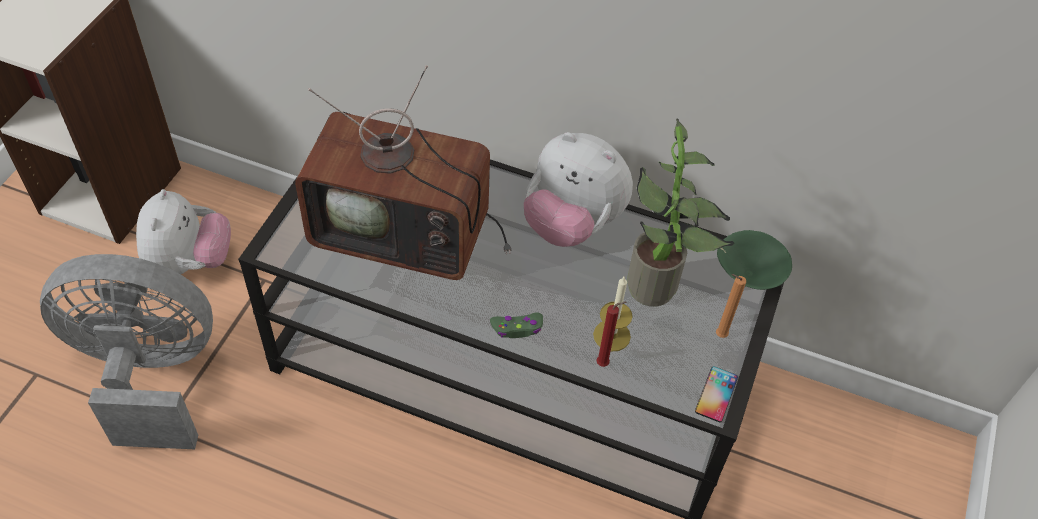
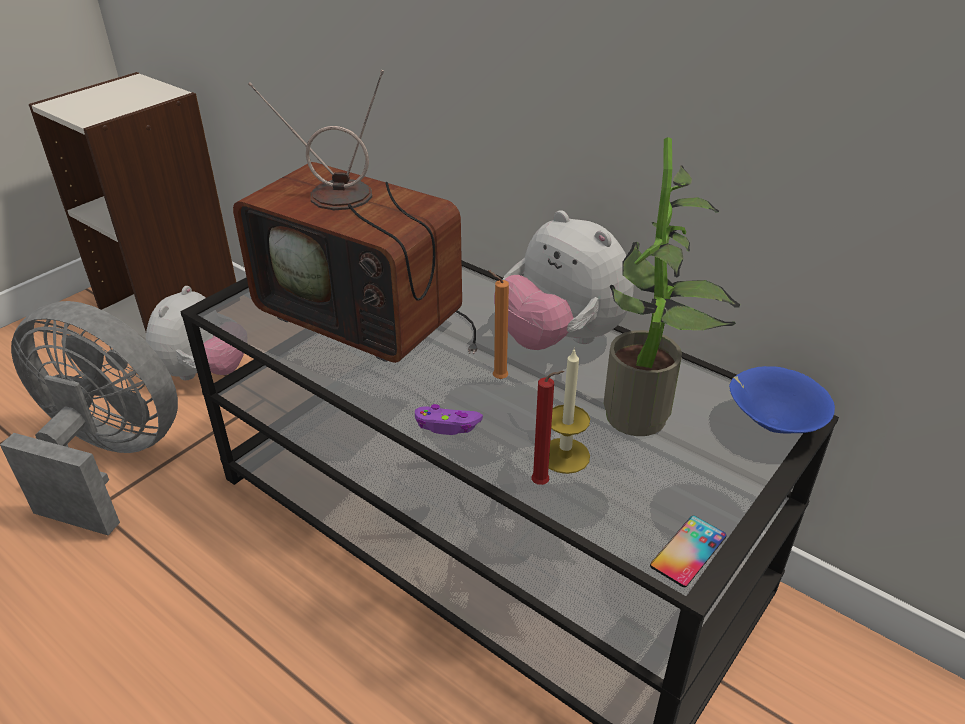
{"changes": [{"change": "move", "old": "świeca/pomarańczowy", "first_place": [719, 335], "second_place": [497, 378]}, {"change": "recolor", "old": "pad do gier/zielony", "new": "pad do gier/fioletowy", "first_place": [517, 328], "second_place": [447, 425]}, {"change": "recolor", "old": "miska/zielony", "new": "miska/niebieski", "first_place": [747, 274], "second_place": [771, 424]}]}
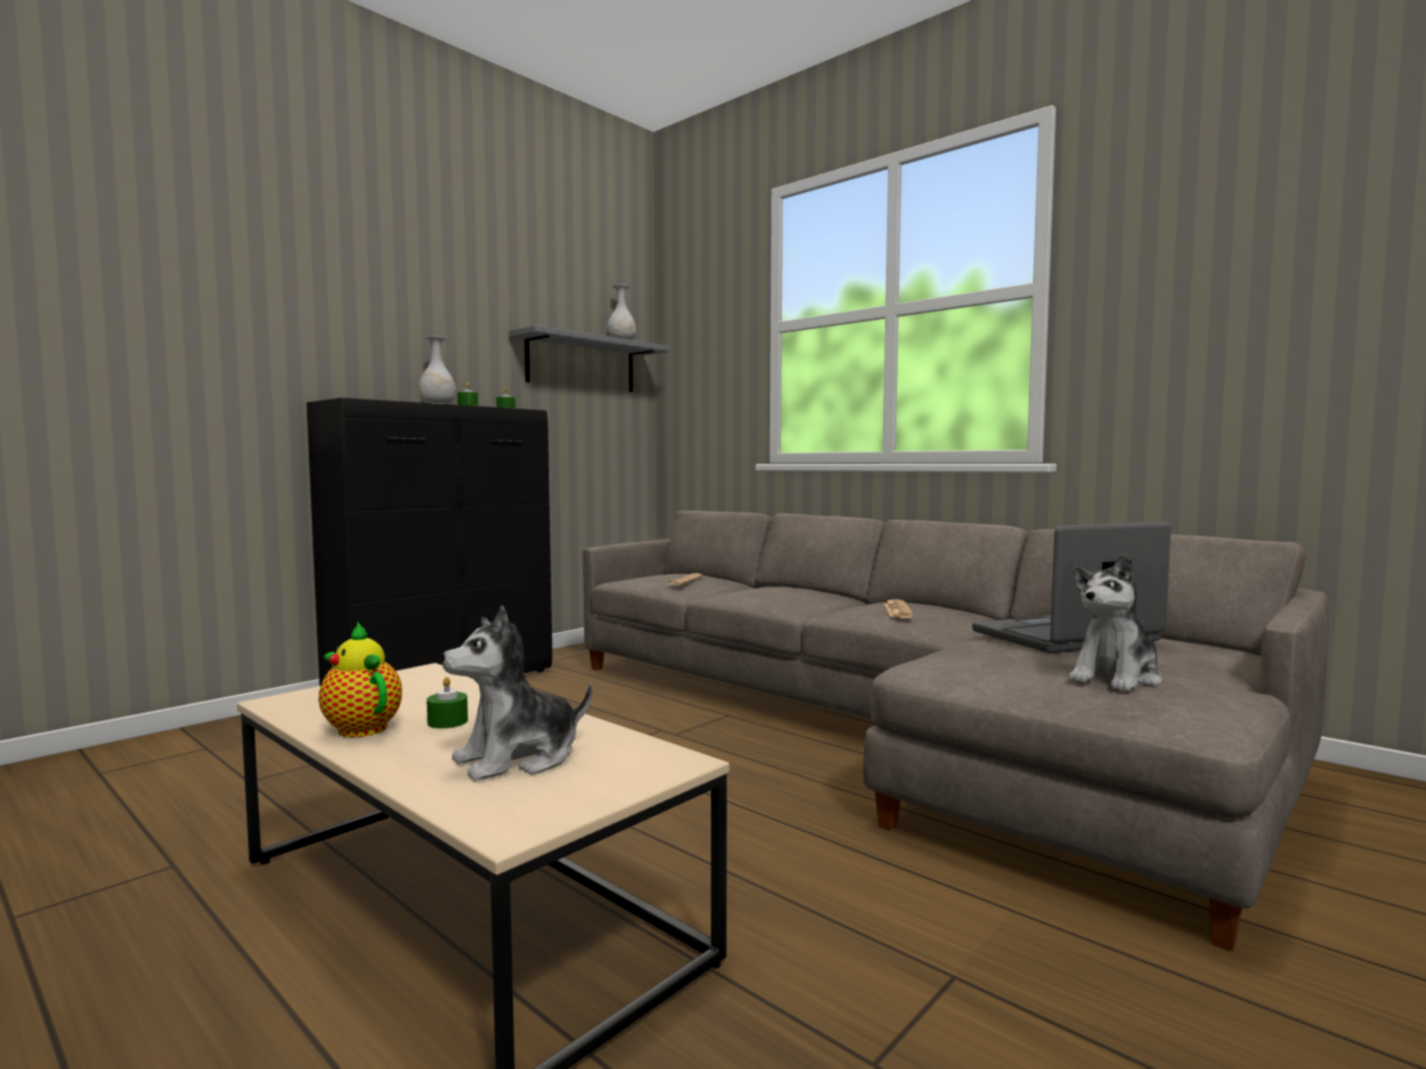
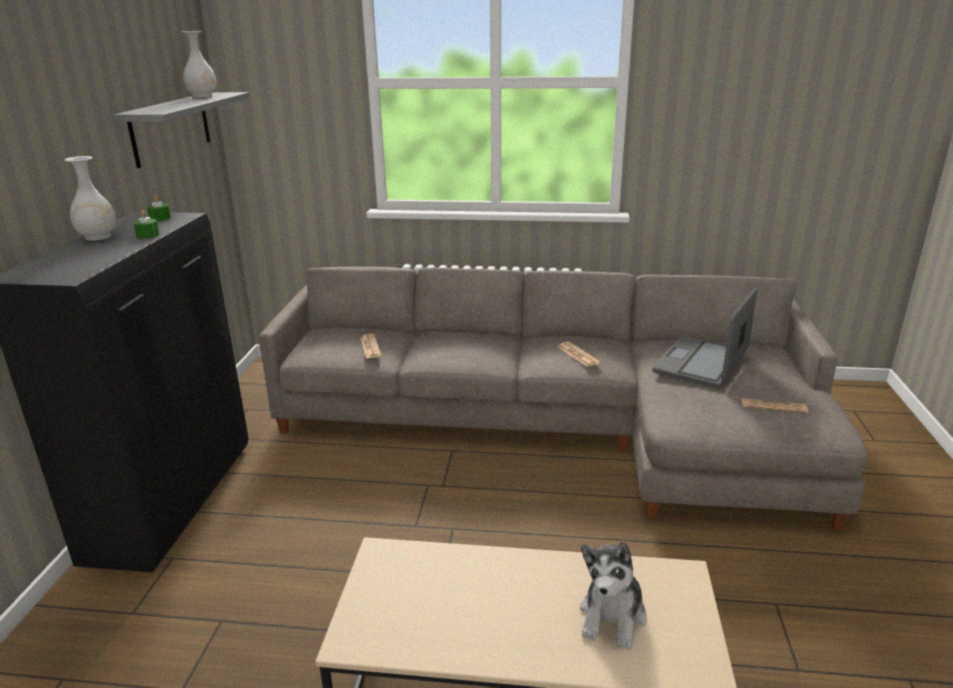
{"changes": [{"change": "delete", "old": "imbryk", "first_place": [360, 728]}, {"change": "delete", "old": "świeca/zielony", "first_place": [447, 722]}, {"change": "replace", "old": "pluszak", "new": "gazeta", "first_place": [1116, 678], "second_place": [774, 406]}]}
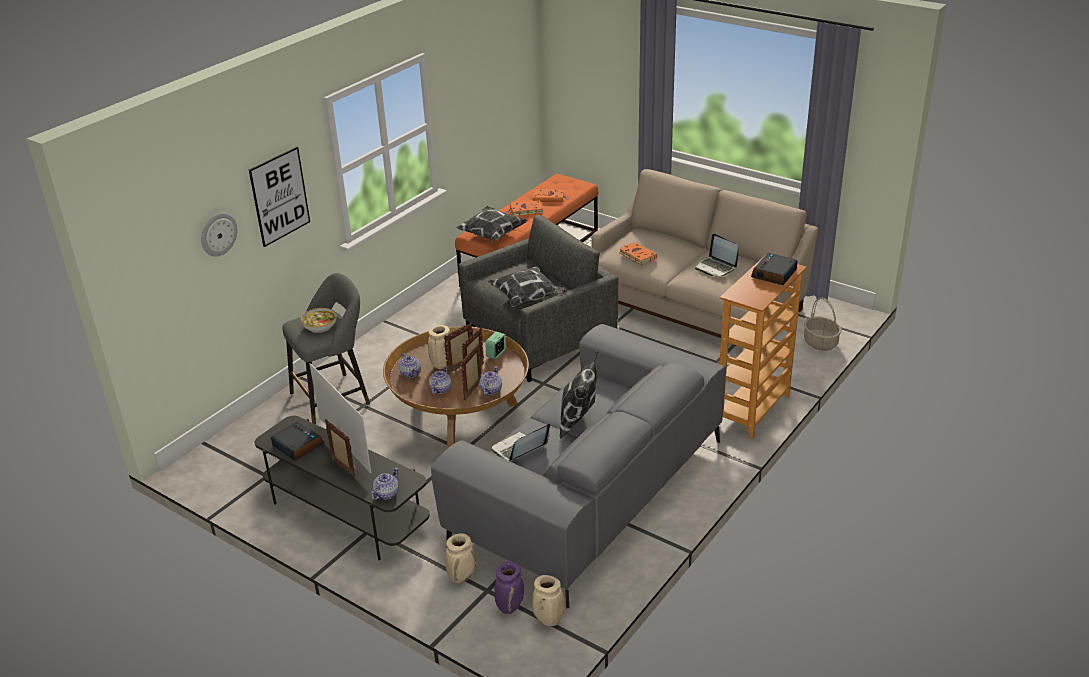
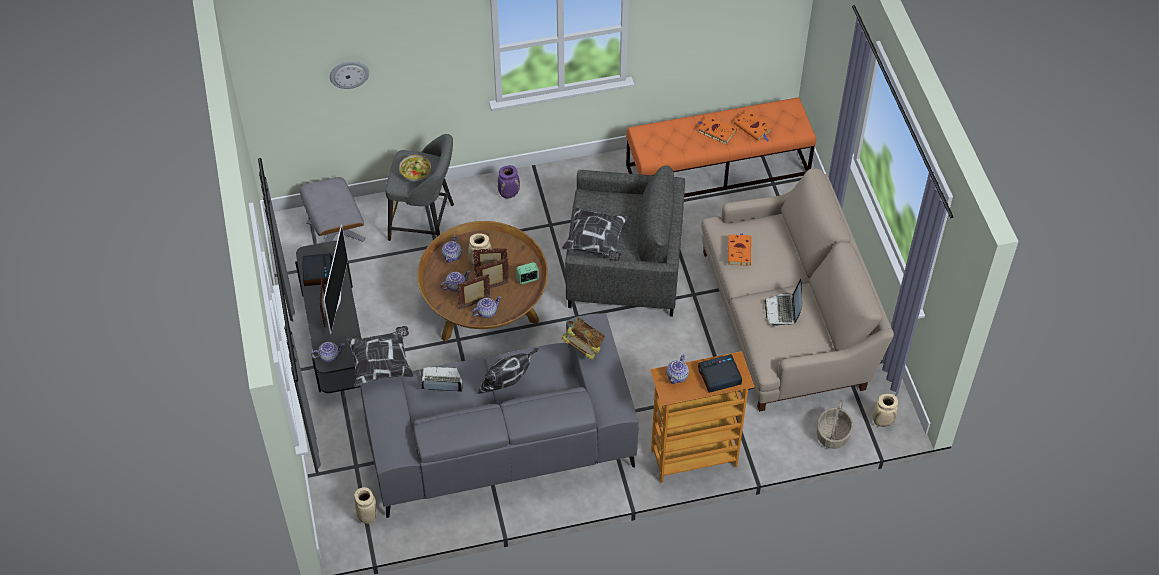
{"changes": [{"change": "delete", "old": "obraz", "first_place": [280, 196]}, {"change": "insert", "new": "pufa/szary", "second_place": [335, 230]}, {"change": "insert", "new": "książka", "second_place": [583, 346]}, {"change": "insert", "new": "imbryk", "second_place": [677, 376]}, {"change": "move", "old": "wazon/beżowy", "first_place": [461, 576], "second_place": [883, 421]}, {"change": "move", "old": "poduszka", "first_place": [492, 234], "second_place": [382, 364]}, {"change": "move", "old": "wazon/fioletowy", "first_place": [510, 606], "second_place": [509, 194]}]}
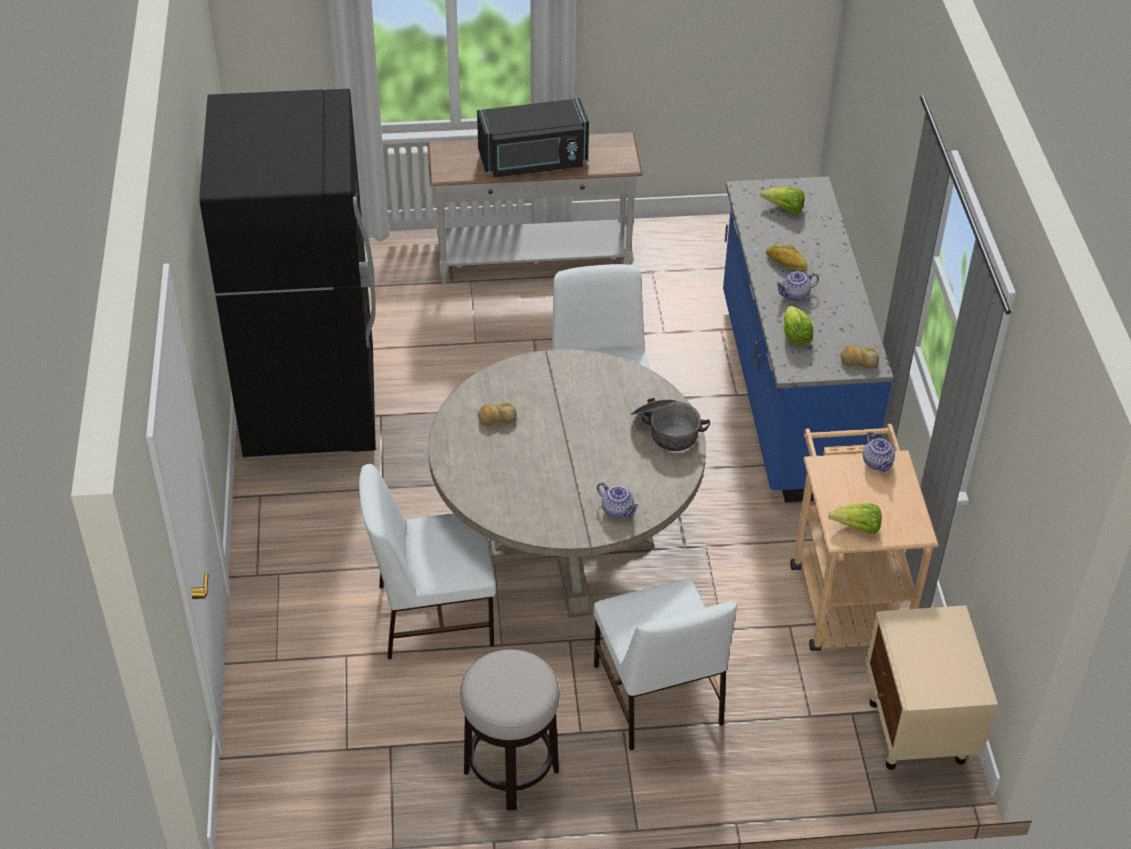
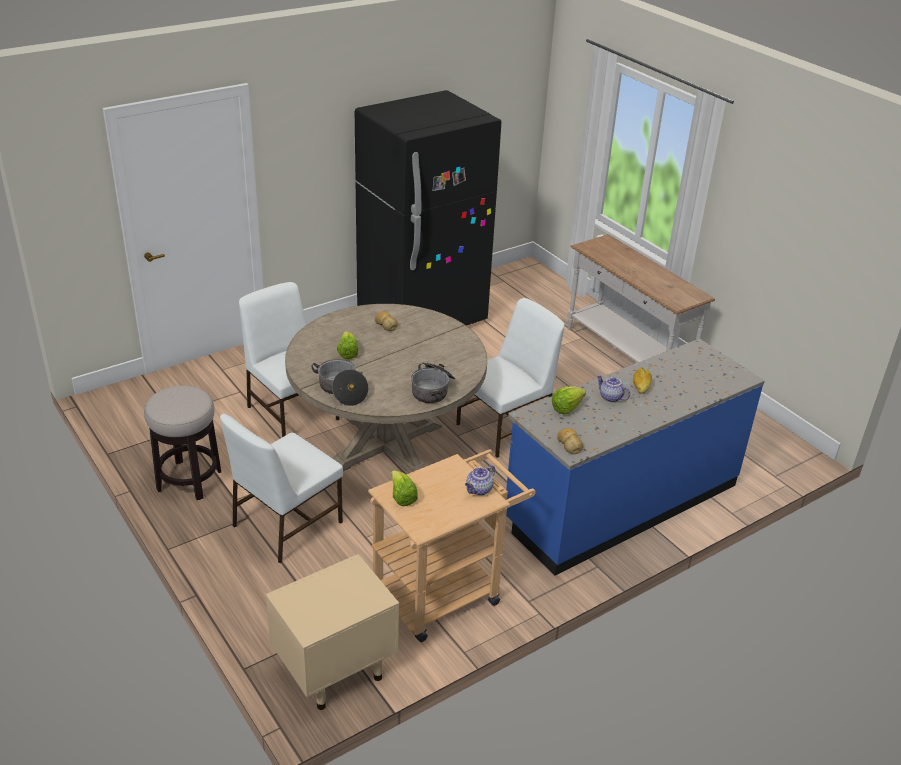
{"changes": [{"change": "delete", "old": "mikrofalówka/czarny", "first_place": [534, 162]}, {"change": "move", "old": "sałata", "first_place": [784, 209], "second_place": [347, 353]}, {"change": "replace", "old": "imbryk", "new": "garnek", "first_place": [618, 510], "second_place": [341, 390]}]}
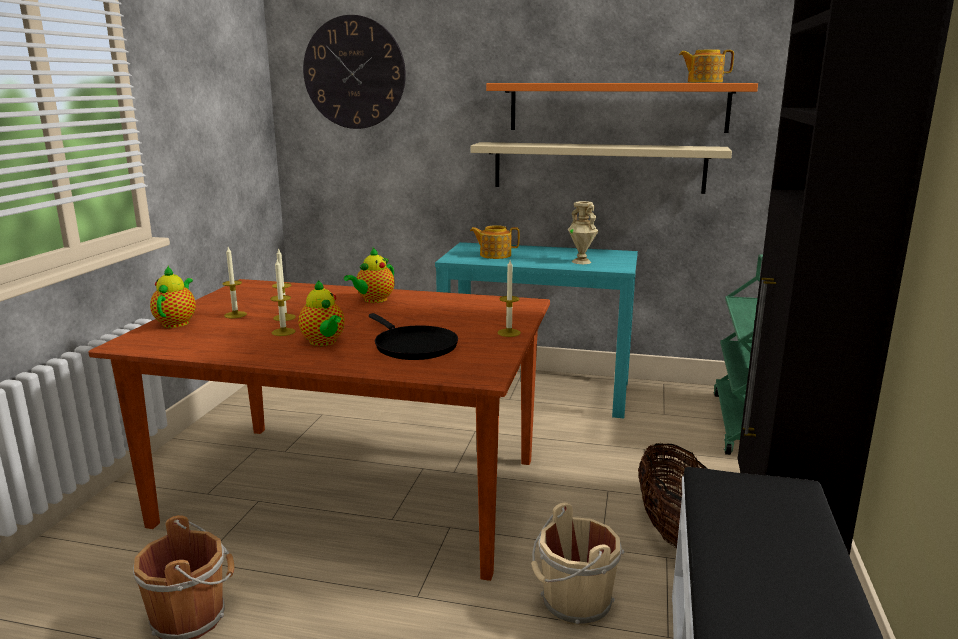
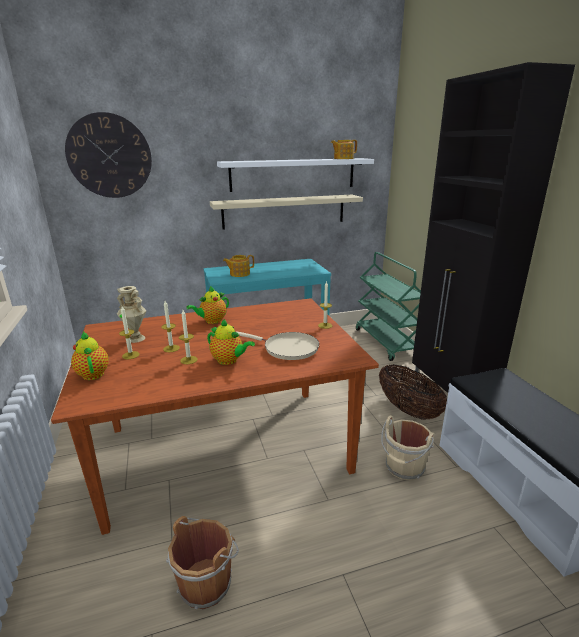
{"changes": [{"change": "move", "old": "wazon/beżowy", "first_place": [582, 262], "second_place": [136, 338]}, {"change": "recolor", "old": "patelnia/czarny", "new": "patelnia/beżowy", "first_place": [412, 346], "second_place": [287, 348]}, {"change": "recolor", "old": "półka/pomarańczowy", "new": "półka/biały", "first_place": [617, 107], "second_place": [293, 174]}, {"change": "rotate", "old": "imbryk", "first_place": [373, 300], "second_place": [212, 321], "degrees": 45}]}
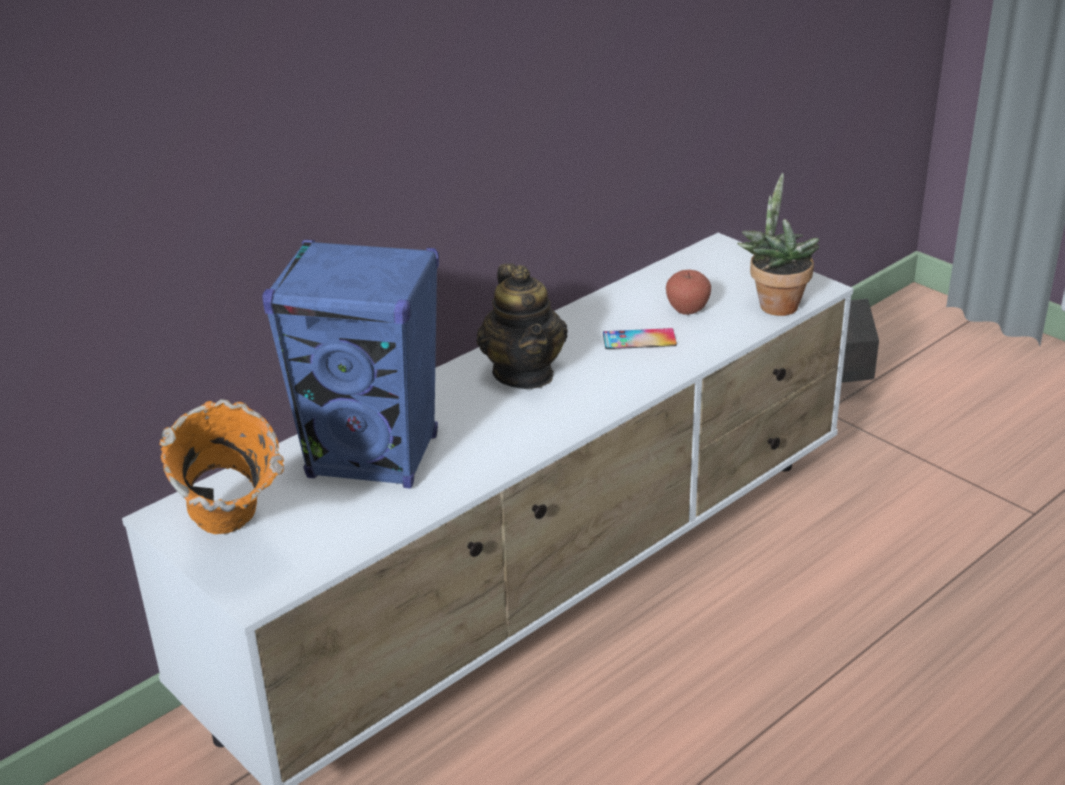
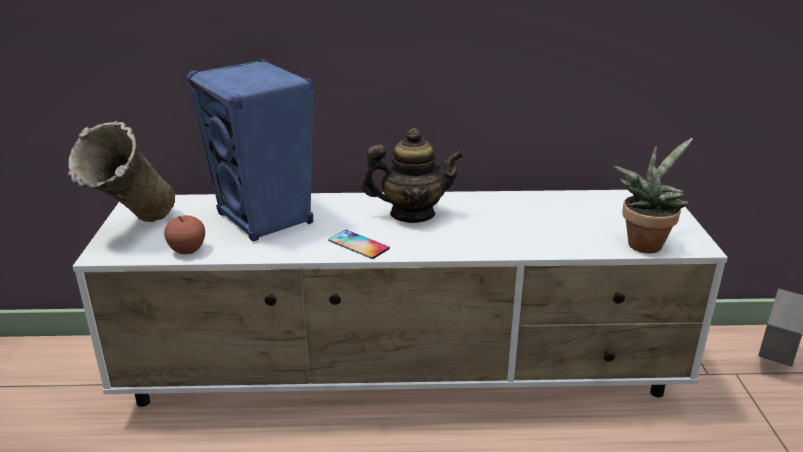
{"changes": [{"change": "move", "old": "telefon", "first_place": [639, 339], "second_place": [358, 244]}, {"change": "move", "old": "jabłko", "first_place": [687, 309], "second_place": [187, 250]}, {"change": "recolor", "old": "wazon/pomarańczowy", "new": "wazon/beżowy", "first_place": [236, 550], "second_place": [133, 230]}, {"change": "rotate", "old": "imbryk", "first_place": [524, 374], "second_place": [412, 214], "degrees": -120}]}
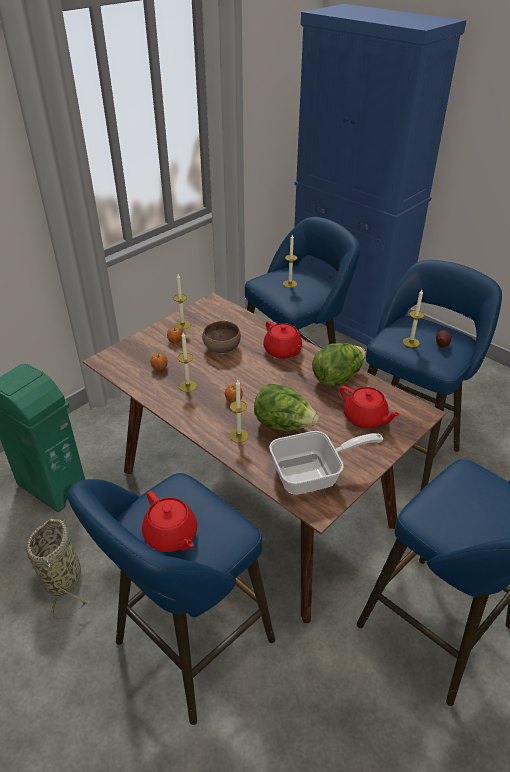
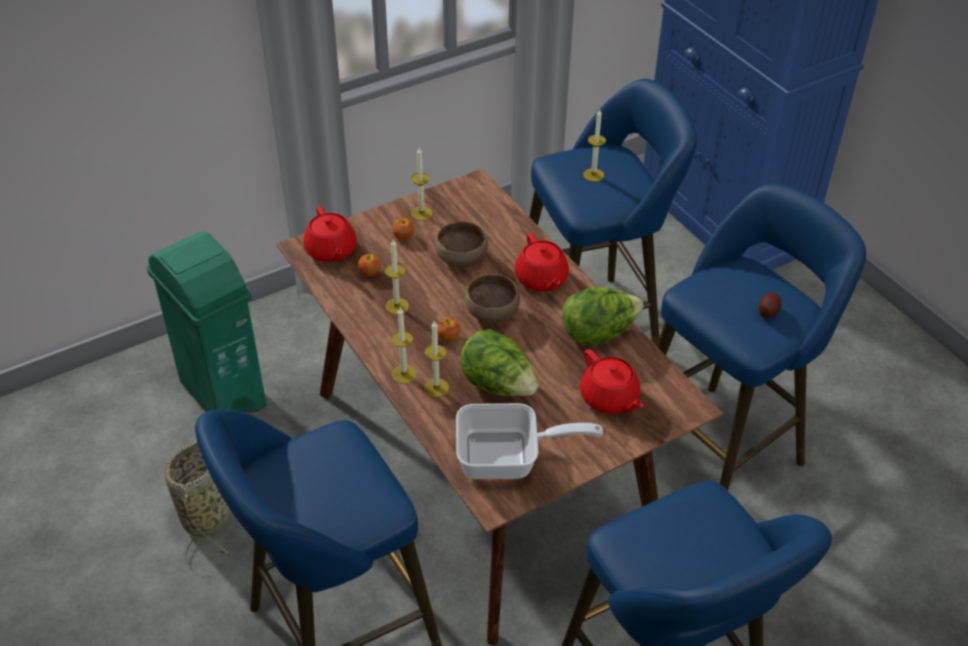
{"changes": [{"change": "insert", "new": "miska/brązowy", "second_place": [491, 313]}, {"change": "move", "old": "imbryk/czerwony", "first_place": [171, 536], "second_place": [331, 251]}, {"change": "move", "old": "świeca", "first_place": [411, 342], "second_place": [404, 374]}]}
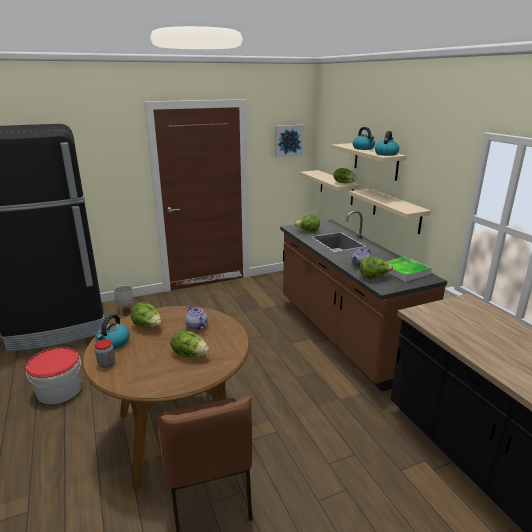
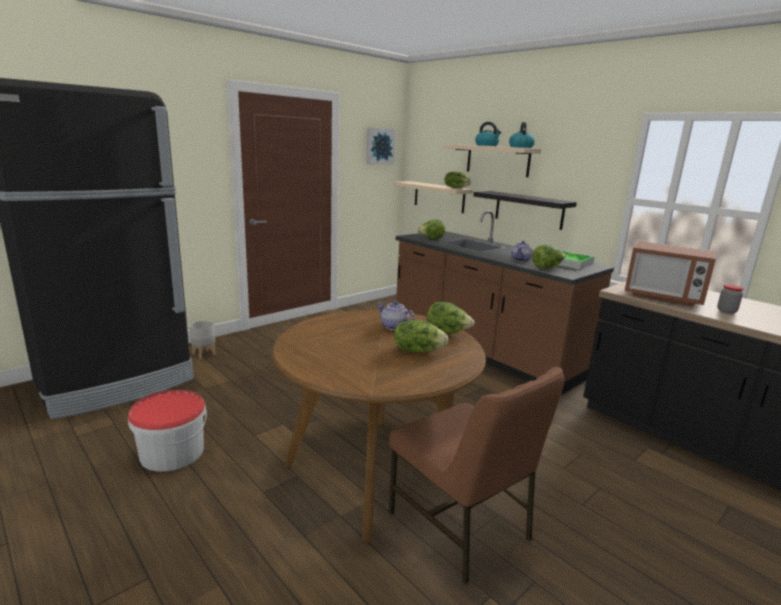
{"changes": [{"change": "delete", "old": "czajnik", "first_place": [113, 343]}, {"change": "insert", "new": "mikrofalówka", "second_place": [663, 297]}, {"change": "move", "old": "słoik", "first_place": [106, 364], "second_place": [726, 311]}, {"change": "move", "old": "sałata", "first_place": [148, 327], "second_place": [447, 333]}, {"change": "recolor", "old": "półka/beżowy", "new": "półka/czarny", "first_place": [396, 211], "second_place": [528, 210]}]}
